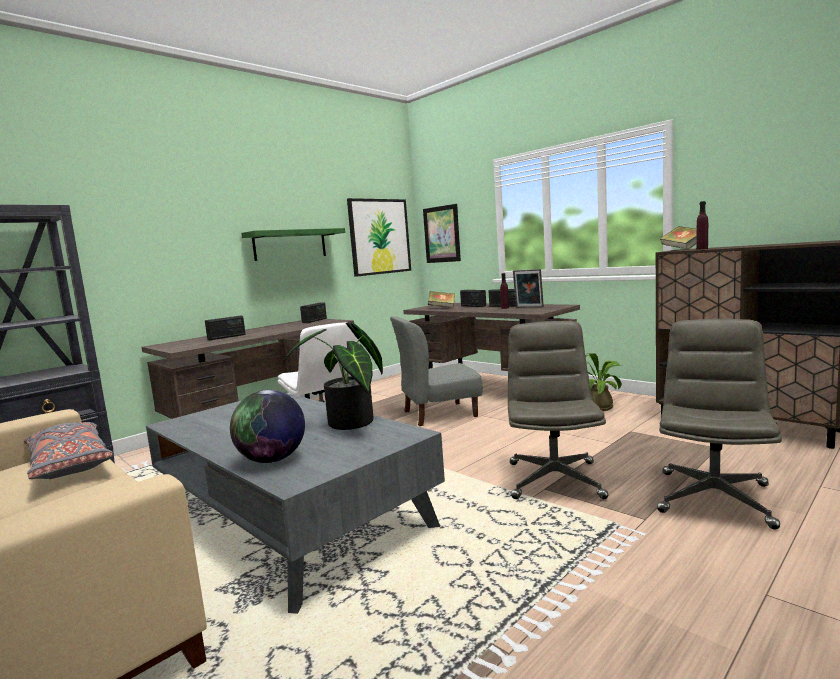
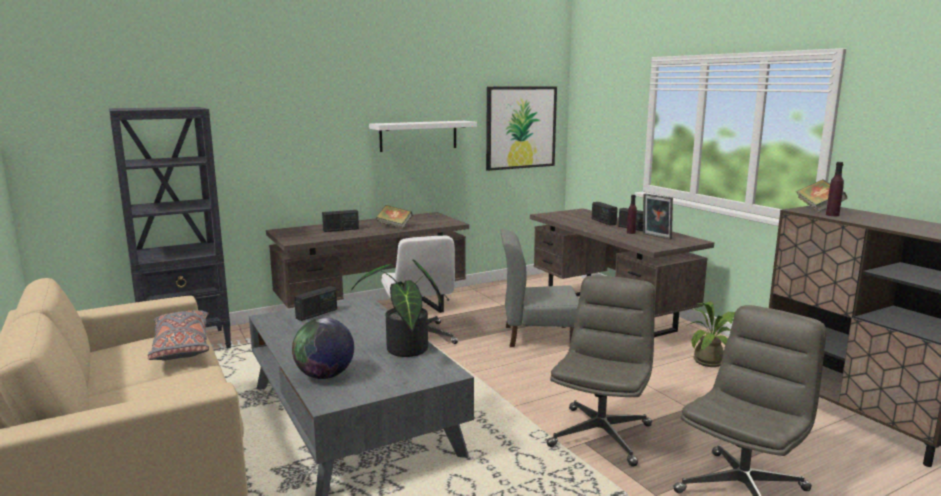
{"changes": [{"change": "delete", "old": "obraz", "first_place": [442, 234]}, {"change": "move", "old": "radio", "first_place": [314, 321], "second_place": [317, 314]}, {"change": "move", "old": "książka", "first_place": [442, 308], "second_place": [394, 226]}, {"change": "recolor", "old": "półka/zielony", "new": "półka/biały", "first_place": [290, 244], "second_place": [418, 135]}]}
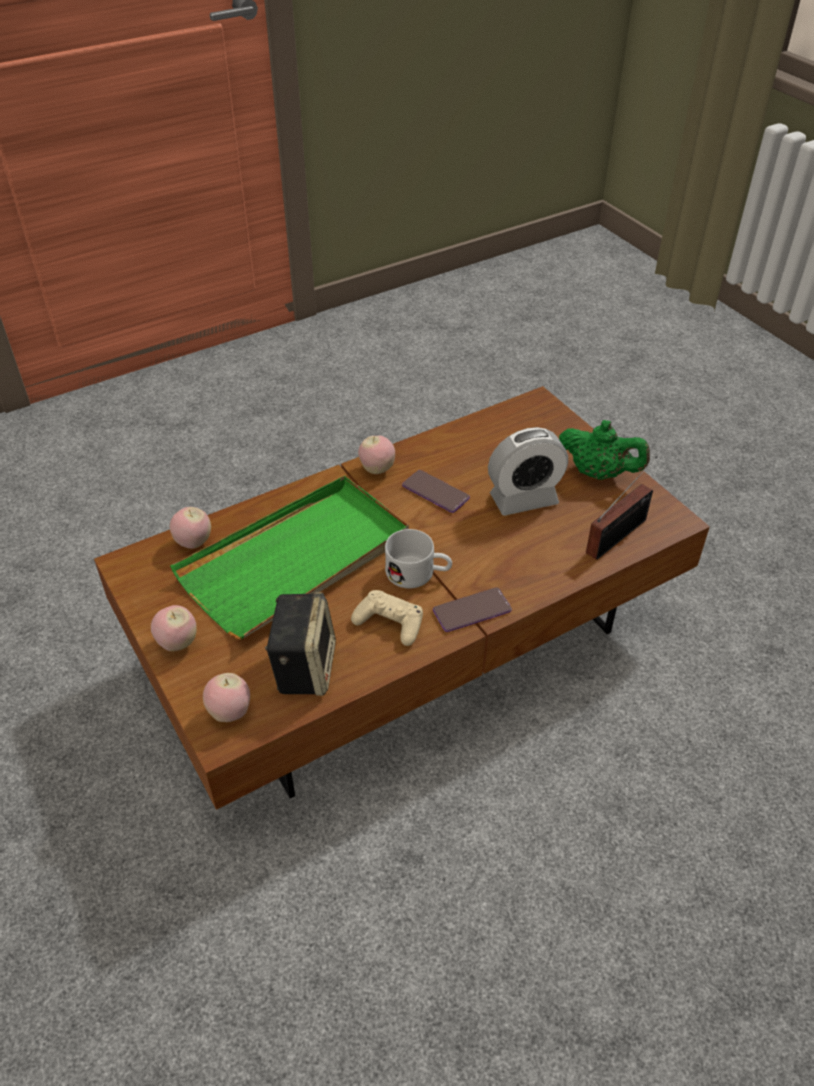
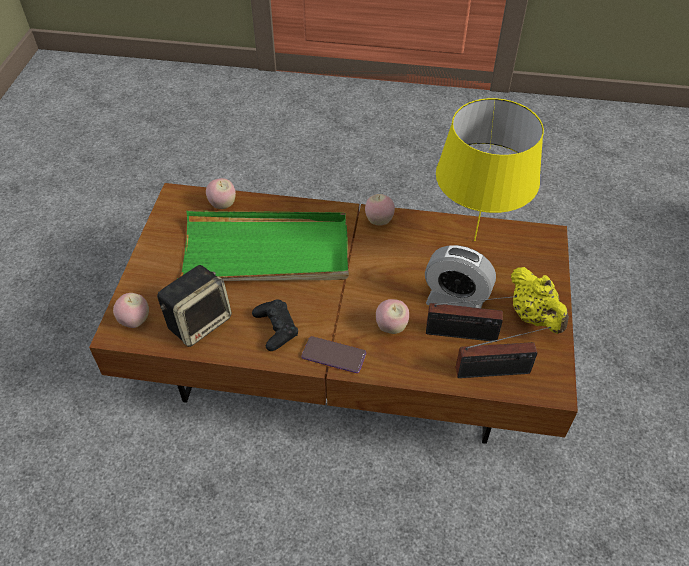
{"changes": [{"change": "delete", "old": "kubek/biały", "first_place": [418, 574]}, {"change": "delete", "old": "telefon", "first_place": [435, 492]}, {"change": "insert", "new": "radio", "second_place": [465, 334]}, {"change": "insert", "new": "lampa stołowa/żółty", "second_place": [475, 240]}, {"change": "move", "old": "jabłko", "first_place": [178, 643], "second_place": [391, 327]}, {"change": "recolor", "old": "pad do gier/beżowy", "new": "pad do gier/czarny", "first_place": [389, 622], "second_place": [276, 328]}, {"change": "recolor", "old": "imbryk/zielony", "new": "imbryk/żółty", "first_place": [598, 473], "second_place": [533, 316]}]}
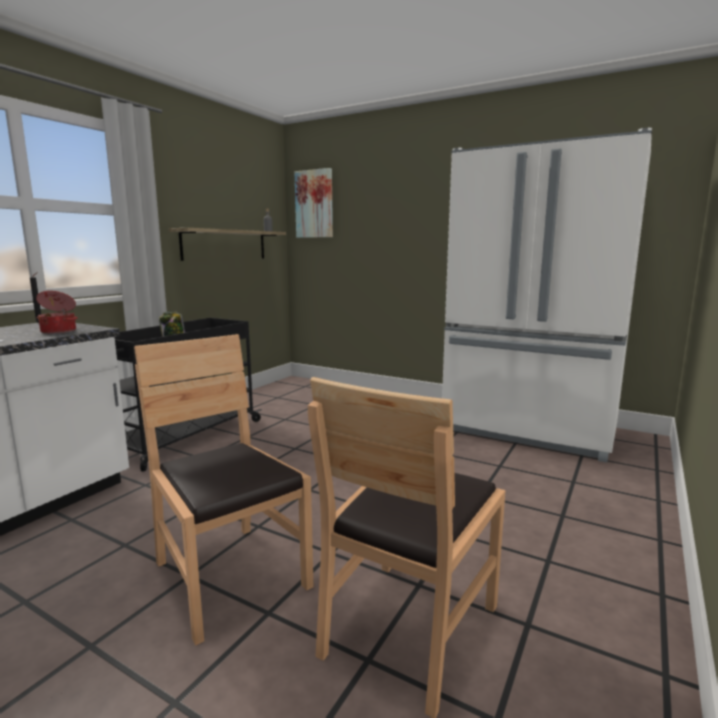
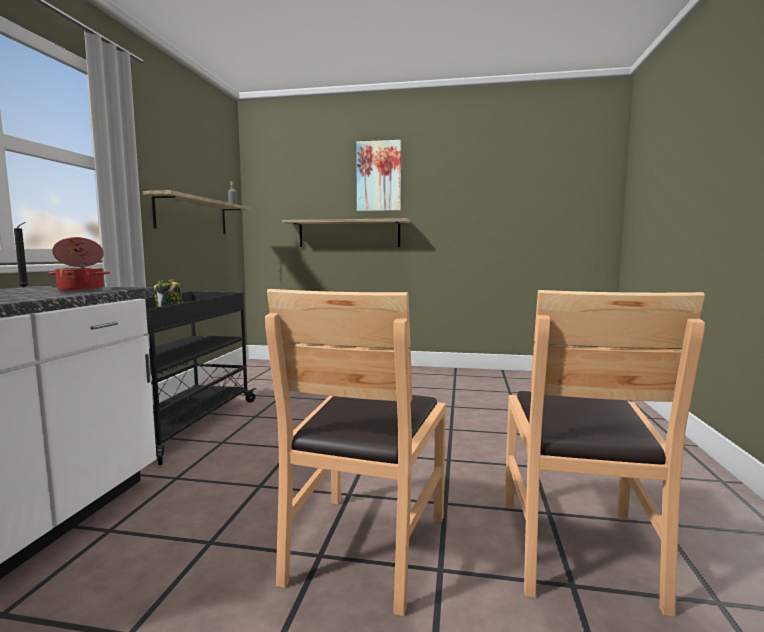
{"changes": [{"change": "delete", "old": "lodówka/biały", "first_place": [528, 431]}, {"change": "insert", "new": "półka", "second_place": [349, 233]}, {"change": "move", "old": "obraz", "first_place": [314, 204], "second_place": [379, 176]}, {"change": "rotate", "old": "krzesło/brązowy", "first_place": [229, 576], "second_place": [365, 546], "degrees": -105}]}
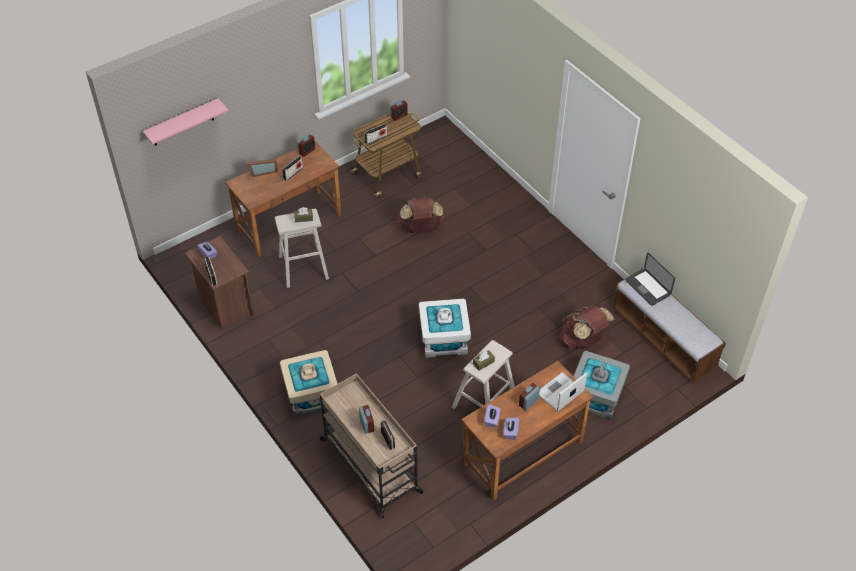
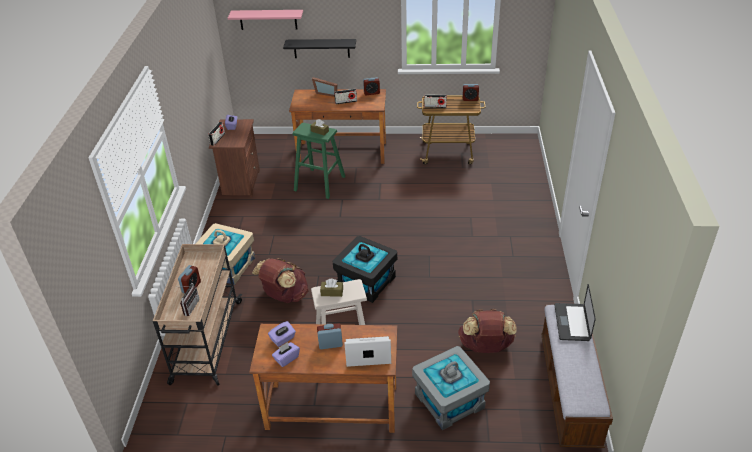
{"changes": [{"change": "insert", "new": "półka/czarny", "second_place": [321, 48]}, {"change": "move", "old": "plecak/brązowy", "first_place": [420, 229], "second_place": [284, 296]}, {"change": "recolor", "old": "stołek/beżowy", "new": "stołek/zielony", "first_place": [303, 267], "second_place": [319, 183]}, {"change": "recolor", "old": "pojemnik do przechowywania/biały", "new": "pojemnik do przechowywania/czarny", "first_place": [444, 339], "second_place": [366, 282]}]}
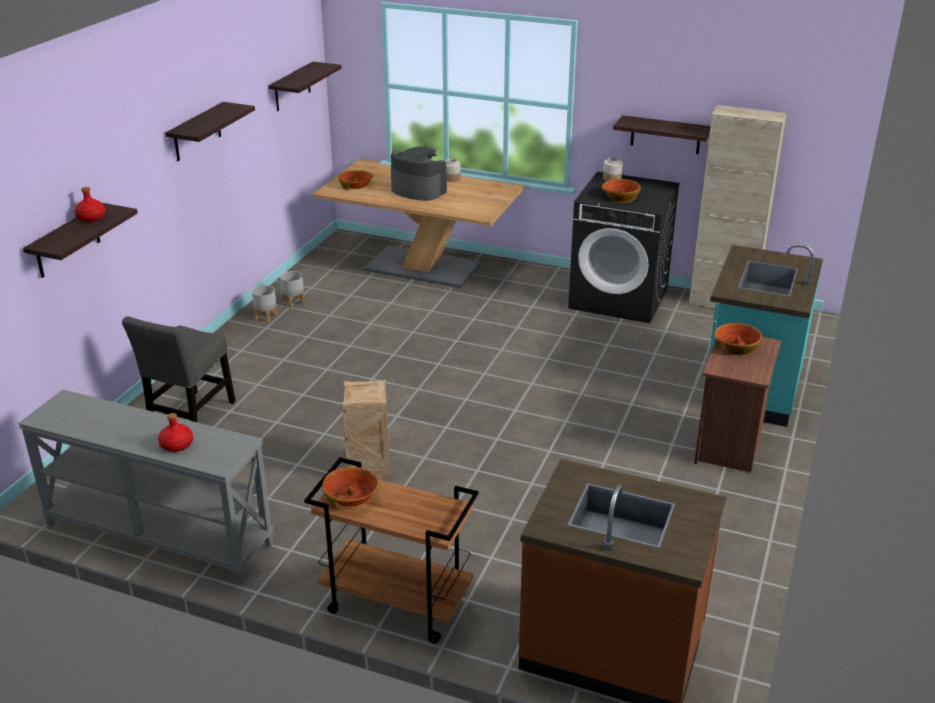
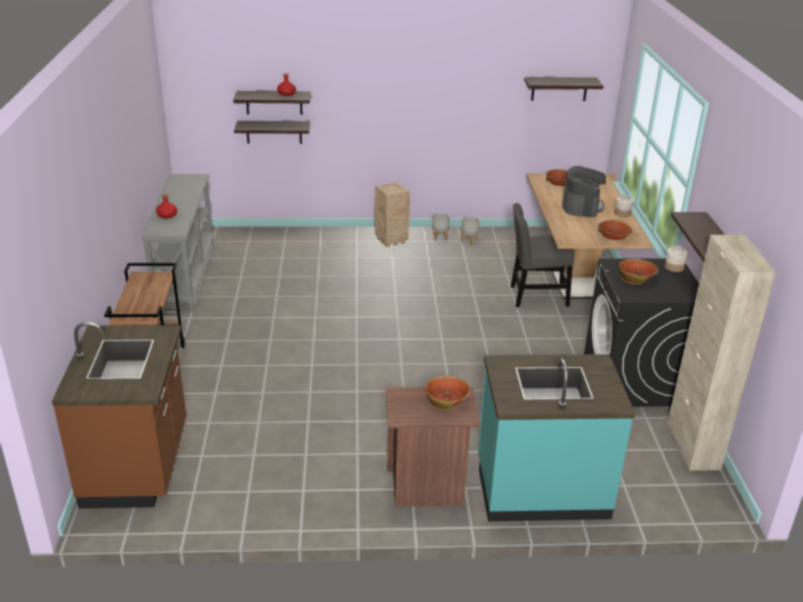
{"changes": [{"change": "move", "old": "krzesło/szary", "first_place": [190, 417], "second_place": [535, 296]}, {"change": "move", "old": "półka", "first_place": [197, 132], "second_place": [274, 132]}, {"change": "move", "old": "miska", "first_place": [351, 497], "second_place": [614, 236]}, {"change": "move", "old": "skrzynka", "first_place": [368, 468], "second_place": [391, 240]}]}
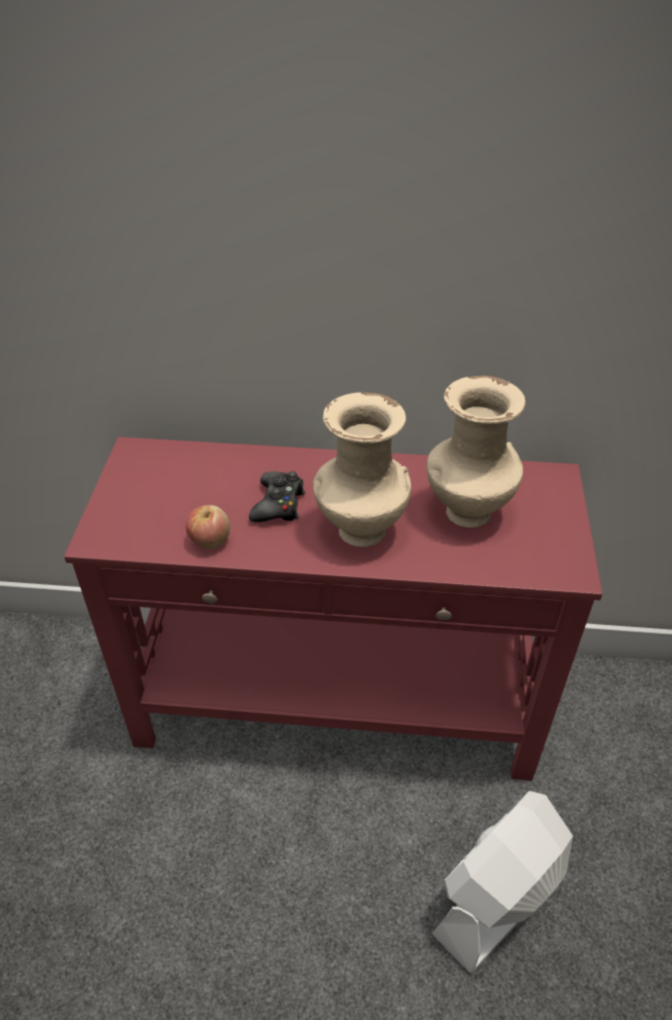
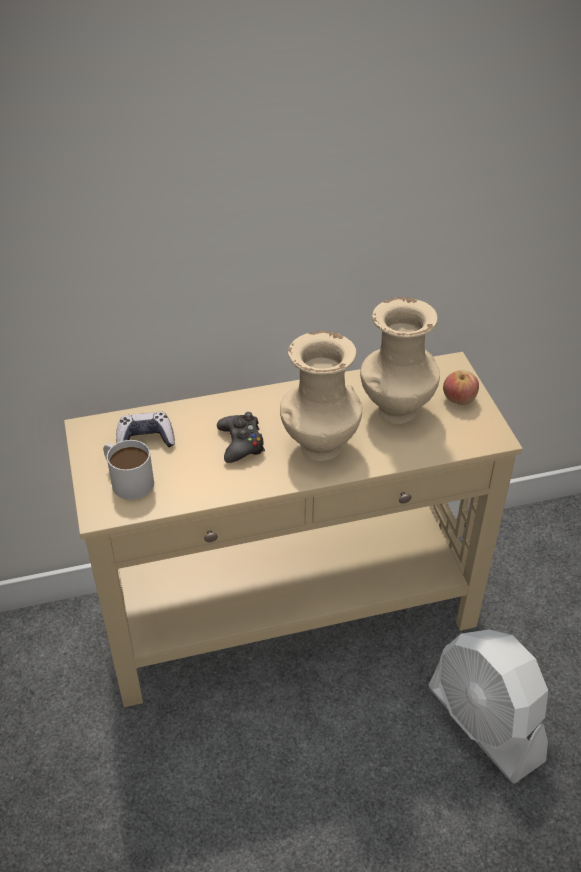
{"changes": [{"change": "insert", "new": "kubek/biały", "second_place": [127, 479]}, {"change": "insert", "new": "pad do gier", "second_place": [145, 439]}, {"change": "move", "old": "jabłko", "first_place": [210, 540], "second_place": [459, 399]}, {"change": "recolor", "old": "stolik konsolowy/czerwony", "new": "stolik konsolowy/beżowy", "first_place": [338, 704], "second_place": [292, 615]}, {"change": "rotate", "old": "wentylator/biały", "first_place": [498, 898], "second_place": [484, 724], "degrees": -60}]}
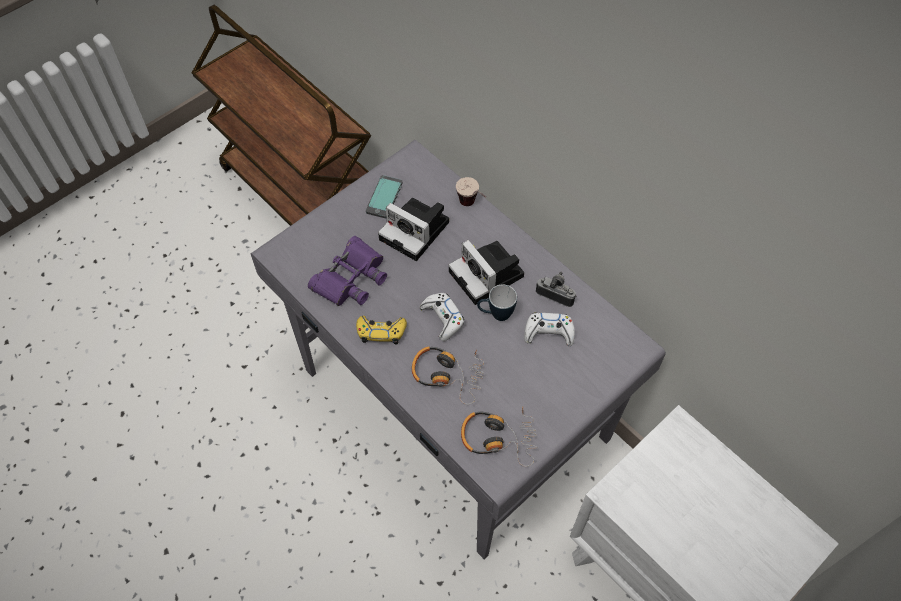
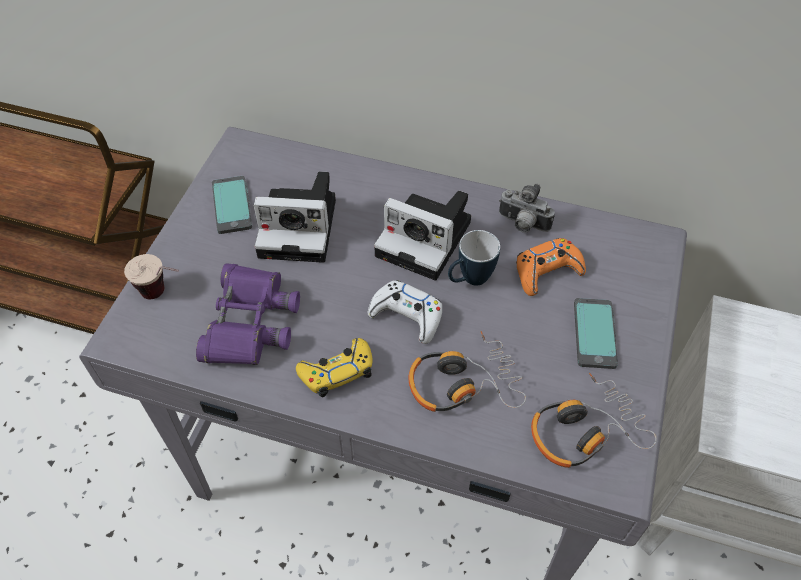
{"changes": [{"change": "insert", "new": "telefon", "second_place": [595, 334]}, {"change": "move", "old": "filiżanka", "first_place": [472, 206], "second_place": [164, 295]}, {"change": "recolor", "old": "pad do gier/biały", "new": "pad do gier/pomarańczowy", "first_place": [548, 332], "second_place": [547, 271]}, {"change": "rotate", "old": "aparat fotograficzny", "first_place": [556, 294], "second_place": [522, 224], "degrees": -150}]}
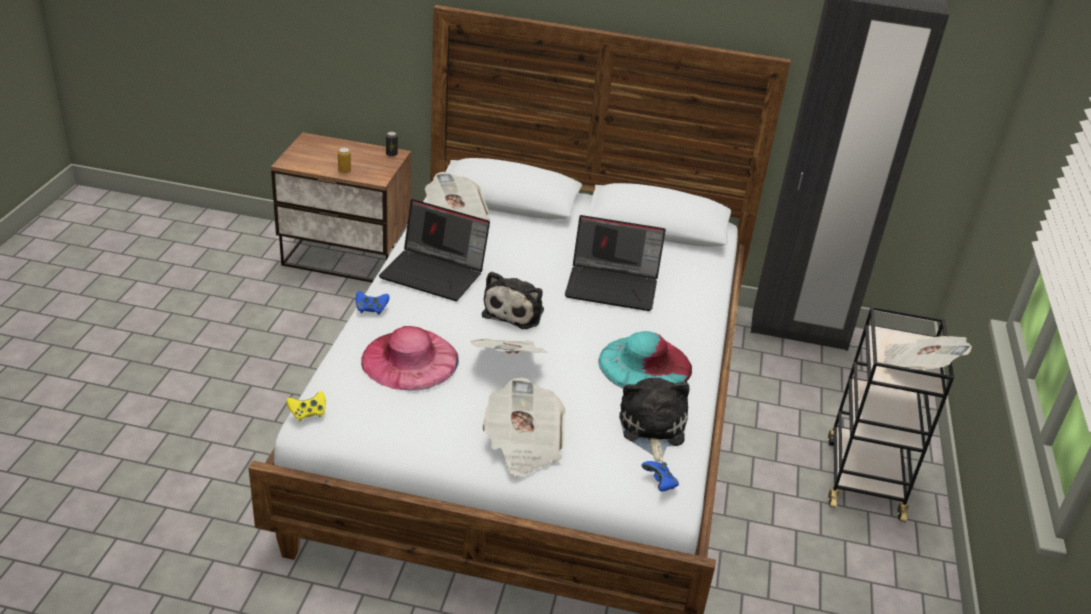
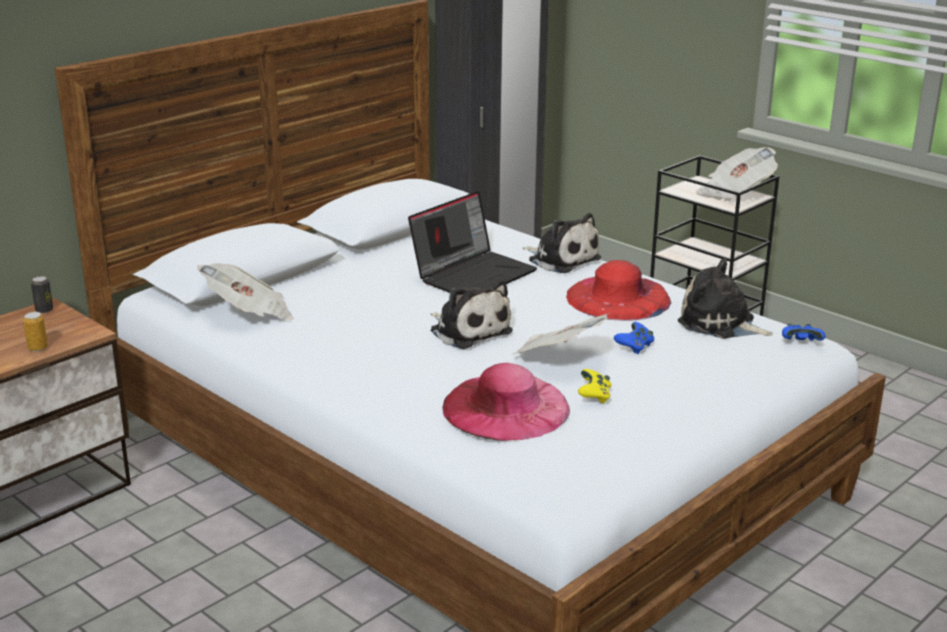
{"changes": [{"change": "delete", "old": "laptop", "first_place": [435, 273]}, {"change": "delete", "old": "gazeta", "first_place": [523, 445]}, {"change": "insert", "new": "pluszak", "second_place": [561, 259]}, {"change": "move", "old": "pad do gier/żółty", "first_place": [308, 413], "second_place": [594, 396]}, {"change": "move", "old": "pad do gier/niebieski", "first_place": [371, 309], "second_place": [634, 347]}, {"change": "recolor", "old": "kapelusz/turkusowy", "new": "kapelusz/czerwony", "first_place": [645, 364], "second_place": [618, 298]}]}
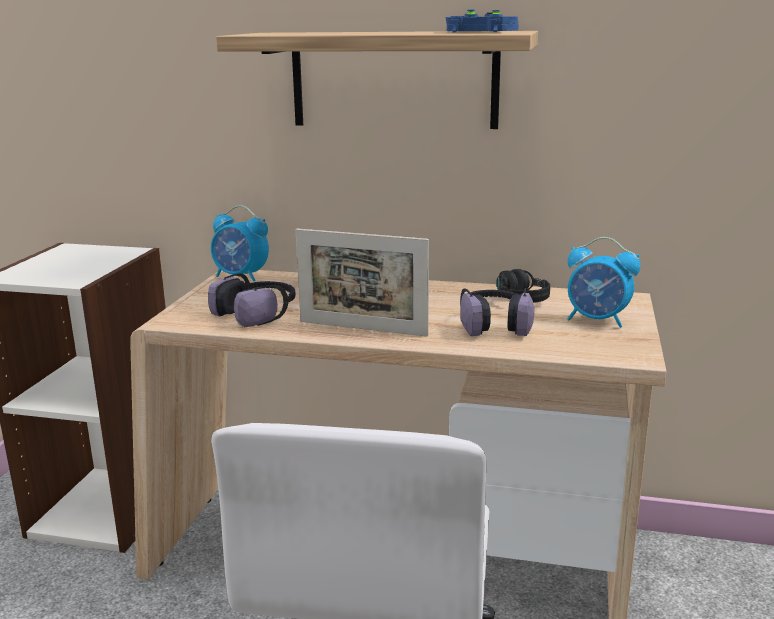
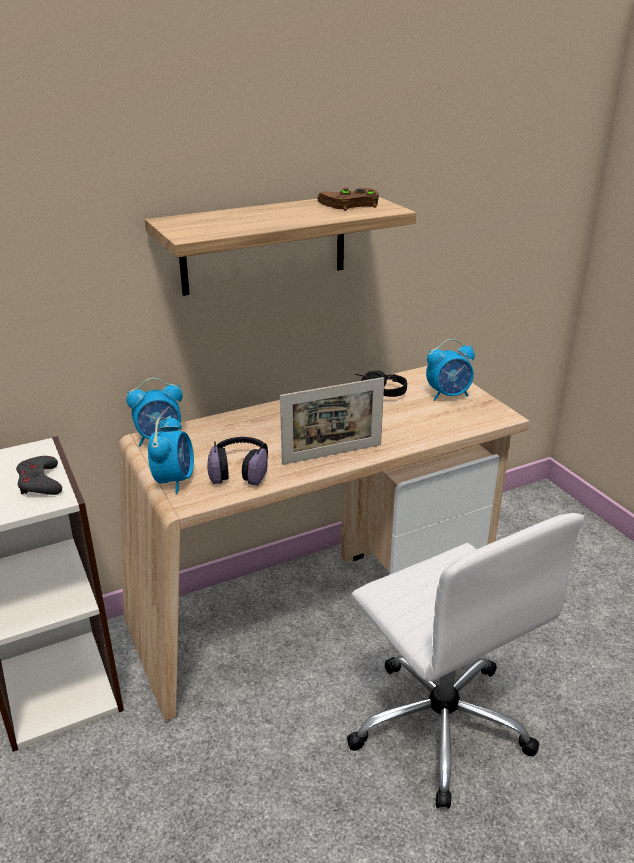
{"changes": [{"change": "delete", "old": "słuchawki", "first_place": [494, 325]}, {"change": "insert", "new": "pad do gier/szary", "second_place": [40, 482]}, {"change": "insert", "new": "budzik", "second_place": [174, 480]}, {"change": "recolor", "old": "pad do gier/niebieski", "new": "pad do gier/brązowy", "first_place": [477, 31], "second_place": [349, 204]}]}
